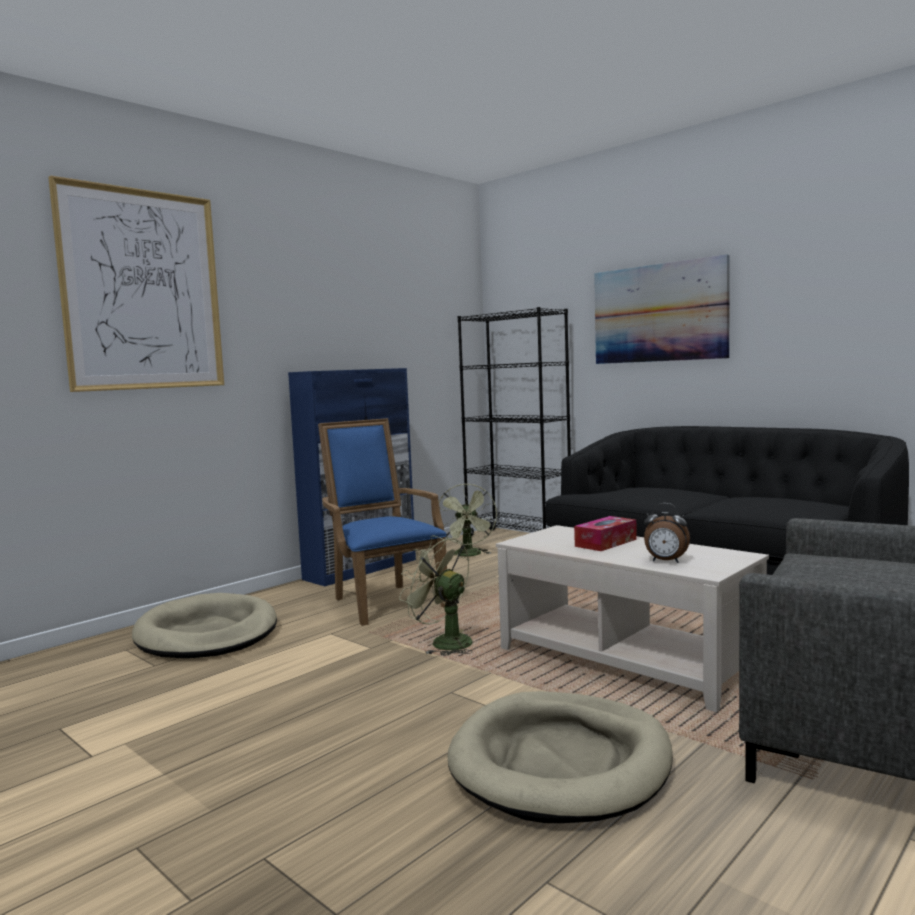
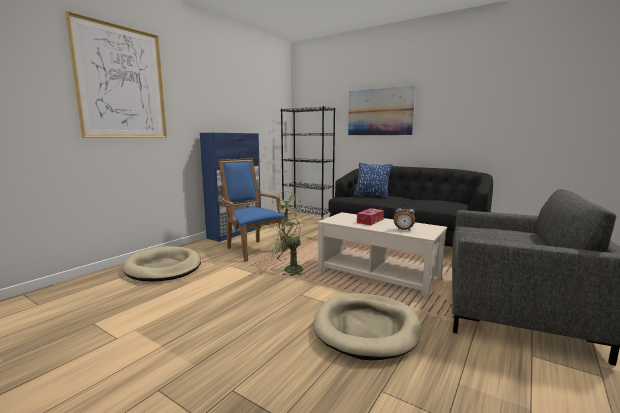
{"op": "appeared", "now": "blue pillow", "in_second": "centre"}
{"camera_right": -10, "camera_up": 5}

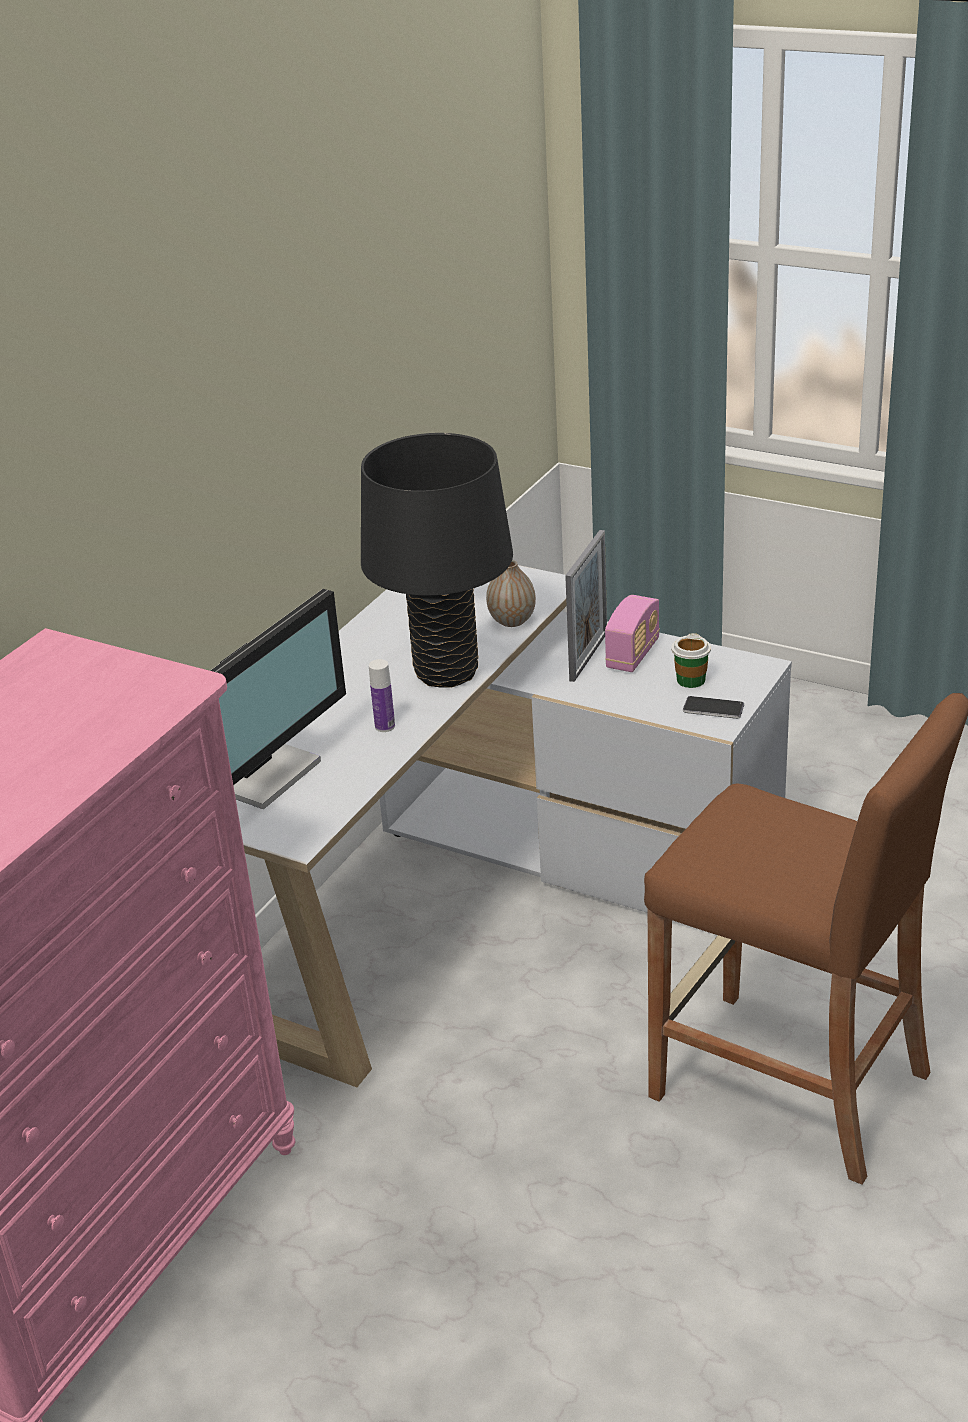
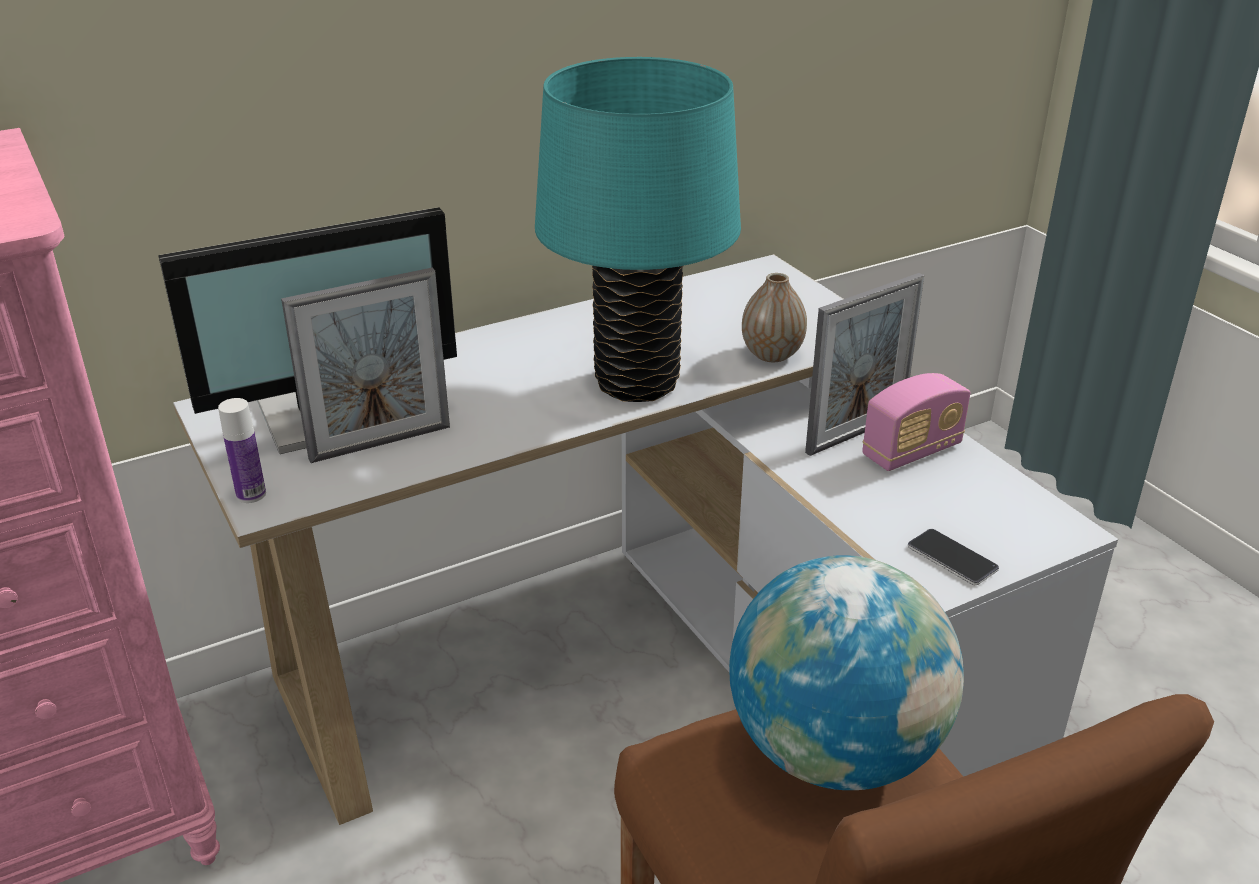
{"op": "relocated", "was": "bottle", "in_first": "centre", "in_second": "middle left"}
{"op": "appeared", "now": "picture frame (no. 1 from left)", "in_second": "middle left"}
{"op": "colour", "was": "black table lamp", "now": "turquoise table lamp", "in_first": "centre", "in_second": "top centre"}
{"op": "appeared", "now": "globe", "in_second": "bottom right"}
{"op": "missing", "was": "cup", "in_first": "middle right"}
{"camera_right": 30, "camera_up": 0}

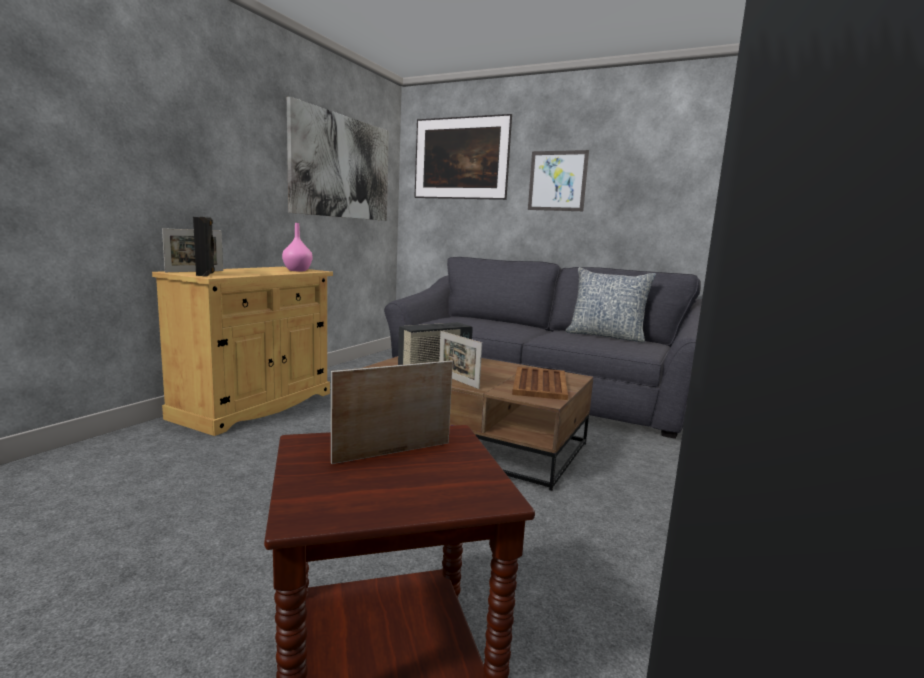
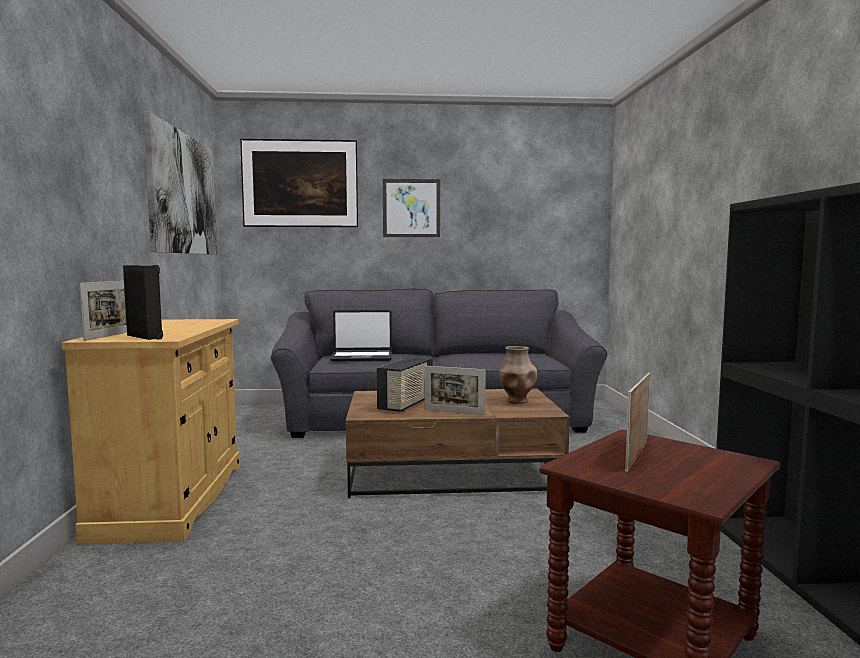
{"op": "appeared", "now": "laptop", "in_second": "centre"}
{"op": "exchanged", "was": "brown tray", "now": "brown vase", "in_first": "centre", "in_second": "centre"}
{"op": "missing", "was": "pink vase", "in_first": "middle left"}
{"op": "missing", "was": "pillow", "in_first": "centre"}
{"camera_right": -30, "camera_up": -5}

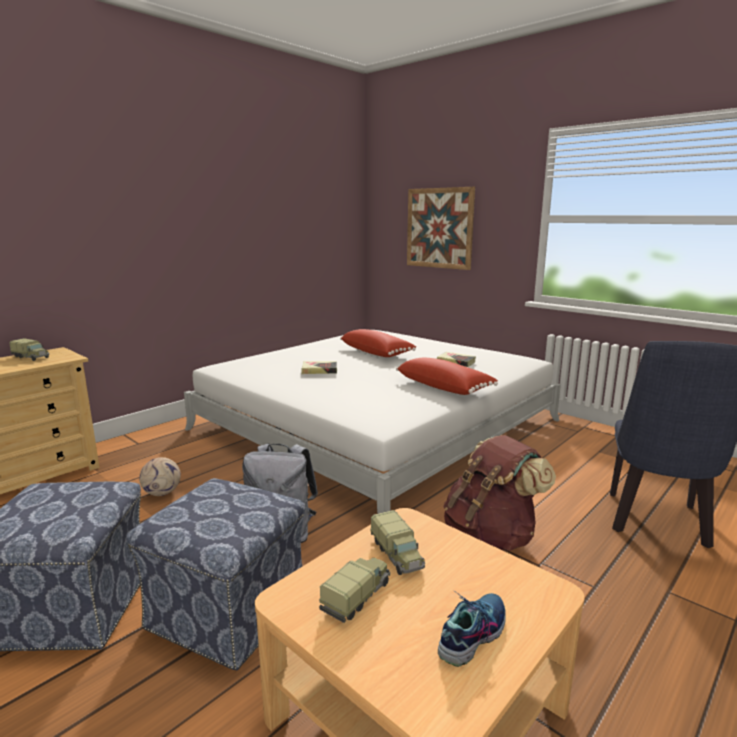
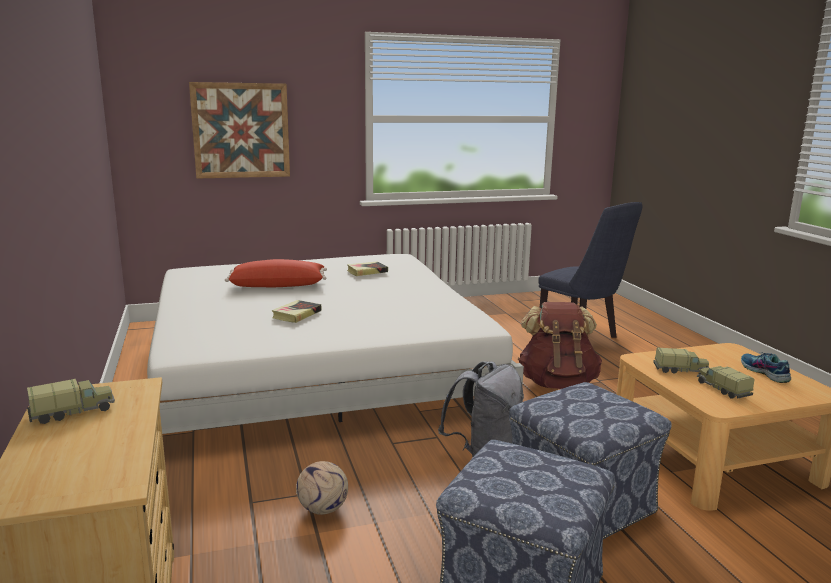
{"op": "missing", "was": "red pillow (no. 2 from left)", "in_first": "centre"}
{"camera_right": -60, "camera_up": 0}

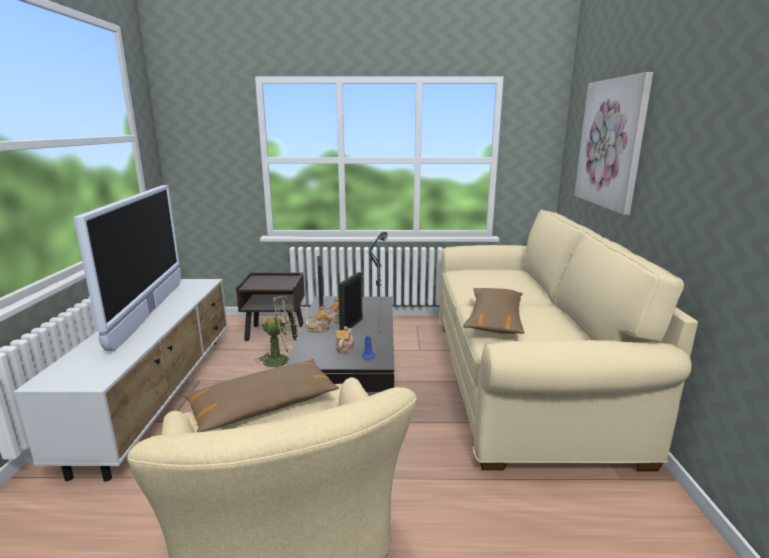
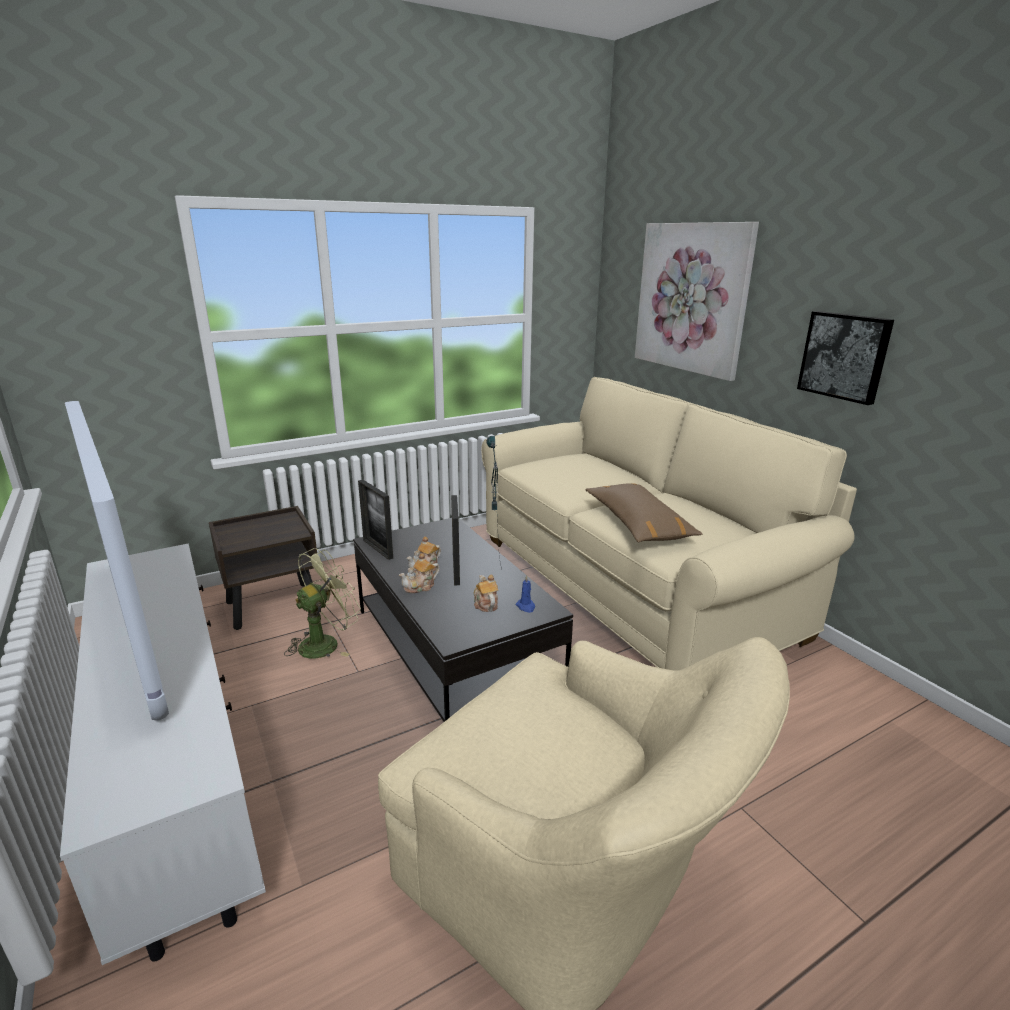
{"op": "appeared", "now": "picture (no. 2 from left)", "in_second": "middle right"}
{"op": "missing", "was": "brown pillow (no. 1 from left)", "in_first": "bottom centre"}
{"camera_right": -30, "camera_up": 5}

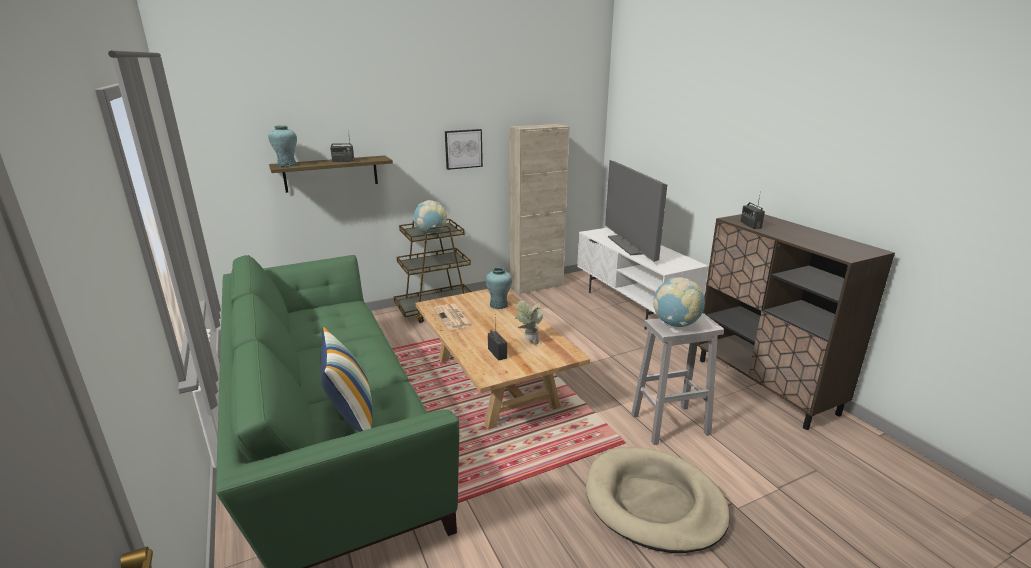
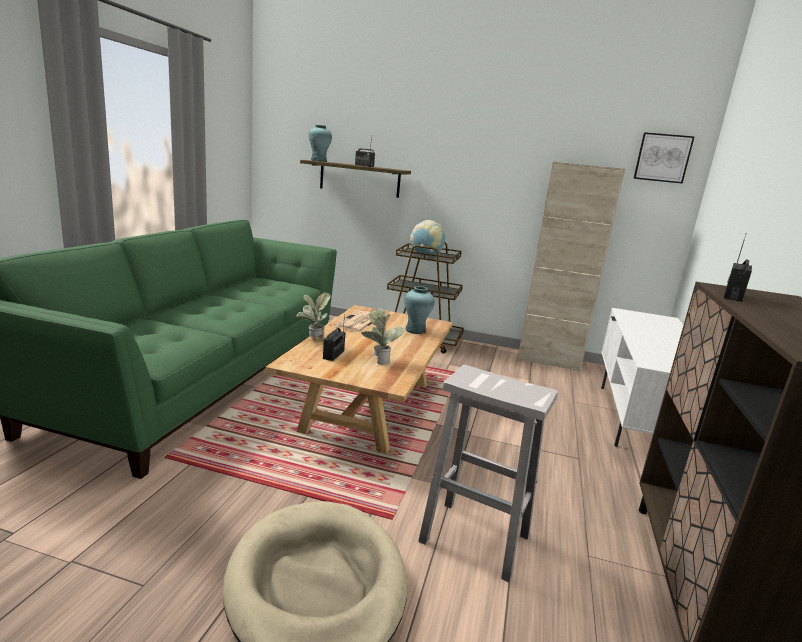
{"op": "appeared", "now": "potted plant (no. 1 from left)", "in_second": "centre"}
{"op": "relocated", "was": "picture", "in_first": "top centre", "in_second": "top right"}
{"op": "missing", "was": "pillow", "in_first": "bottom centre"}
{"op": "missing", "was": "television", "in_first": "centre"}
{"op": "missing", "was": "globe (no. 2 from left)", "in_first": "centre"}
{"camera_right": 40, "camera_up": -5}

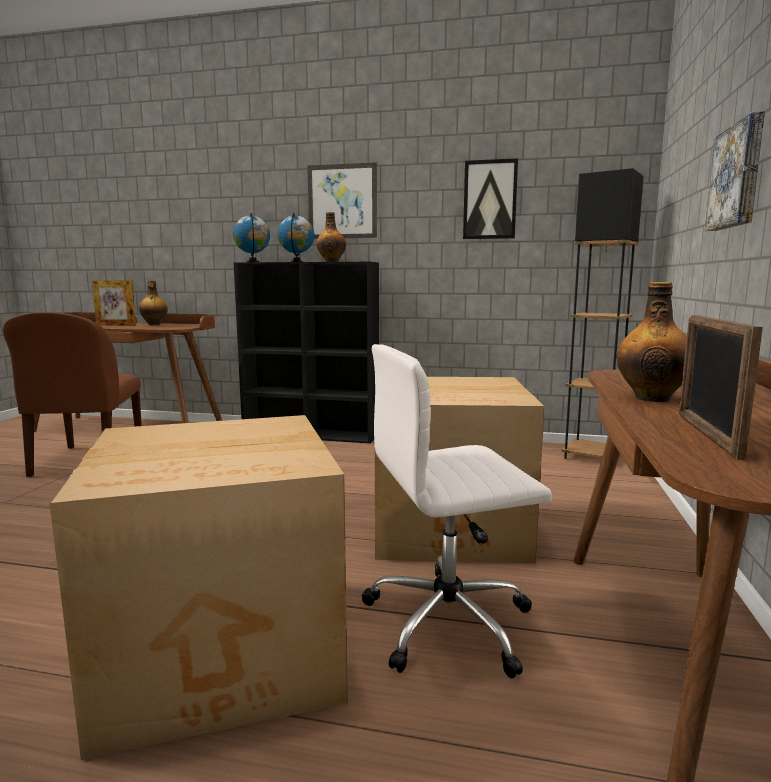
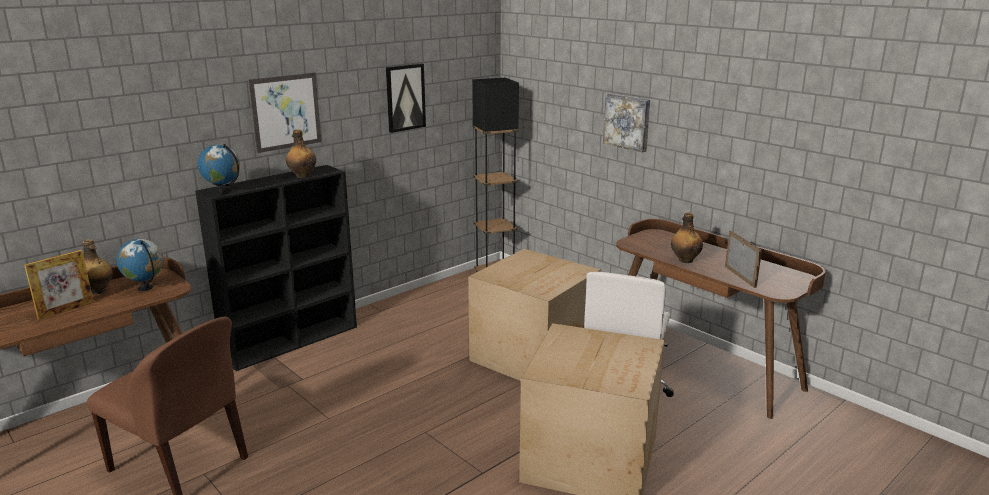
{"op": "relocated", "was": "globe (no. 2 from left in the first image)", "now": "globe (no. 1 from left)", "in_first": "top centre", "in_second": "middle left"}
{"op": "spun", "was": "picture frame (no. 2 from left)", "in_first": "middle right", "in_second": "middle right", "clockwise": -150}
{"camera_right": -55, "camera_up": 10}

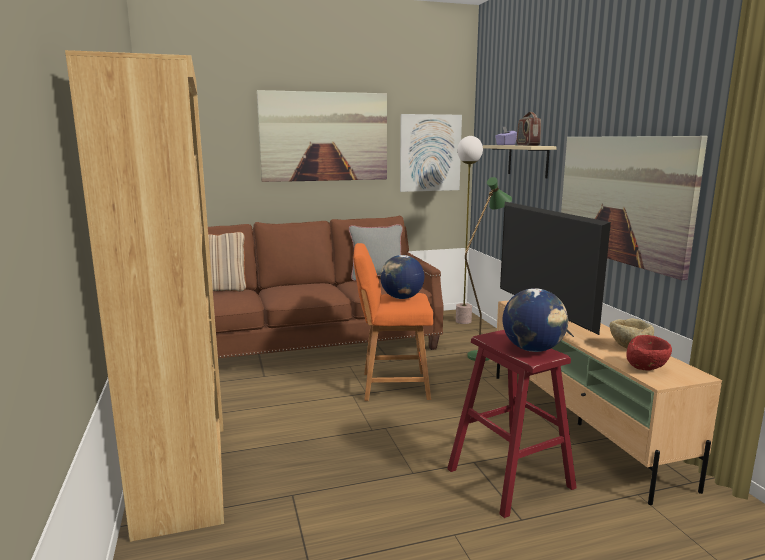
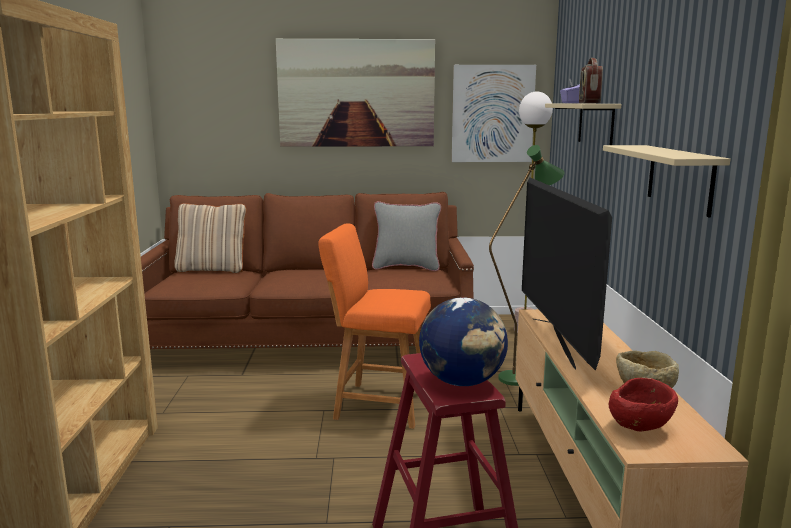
{"op": "exchanged", "was": "picture (no. 3 from left)", "now": "beige shelf (no. 2 from left)", "in_first": "middle right", "in_second": "middle right"}
{"op": "missing", "was": "globe (no. 1 from left)", "in_first": "centre"}
{"camera_right": 15, "camera_up": 0}

